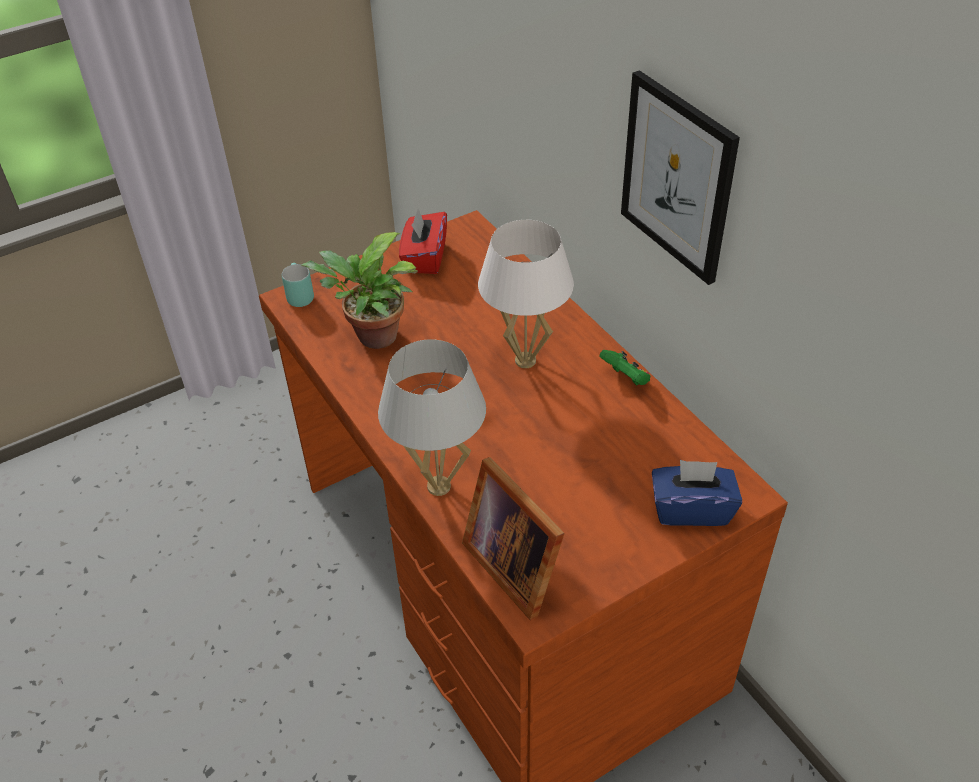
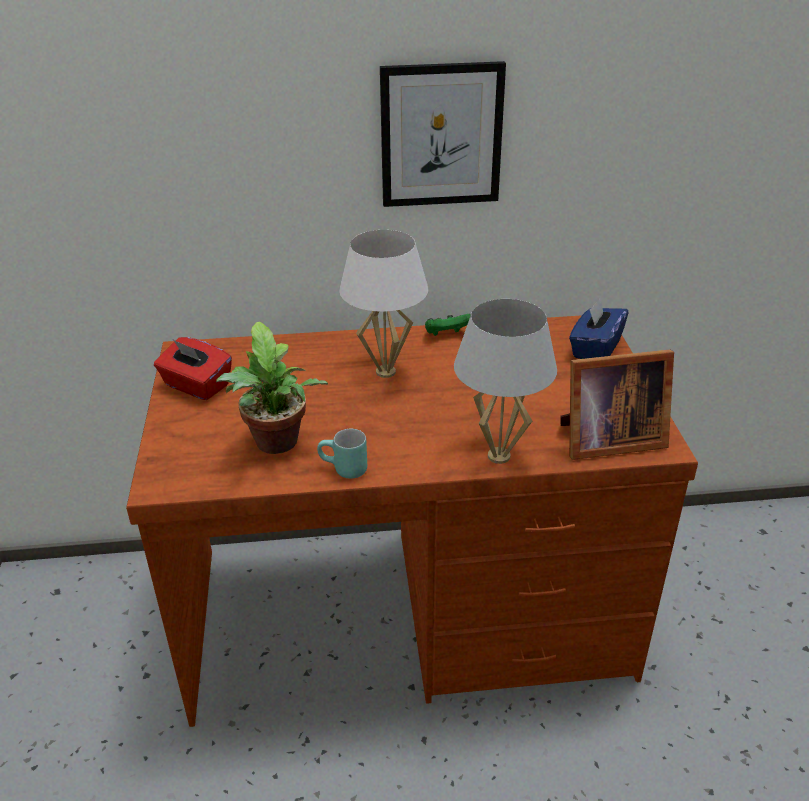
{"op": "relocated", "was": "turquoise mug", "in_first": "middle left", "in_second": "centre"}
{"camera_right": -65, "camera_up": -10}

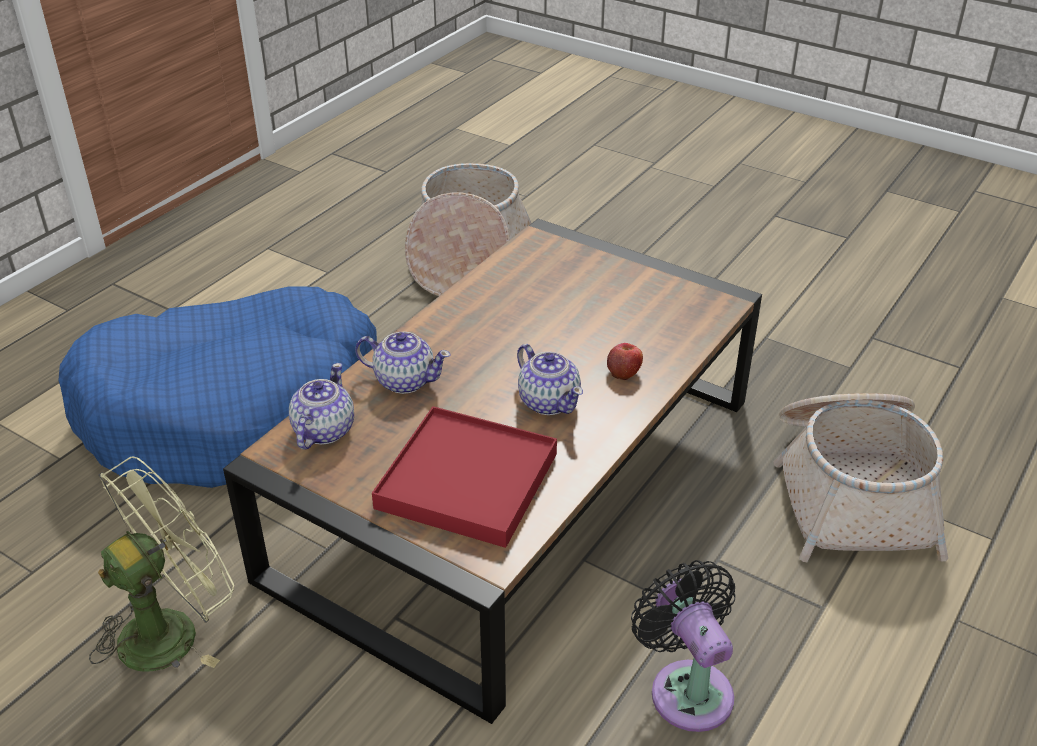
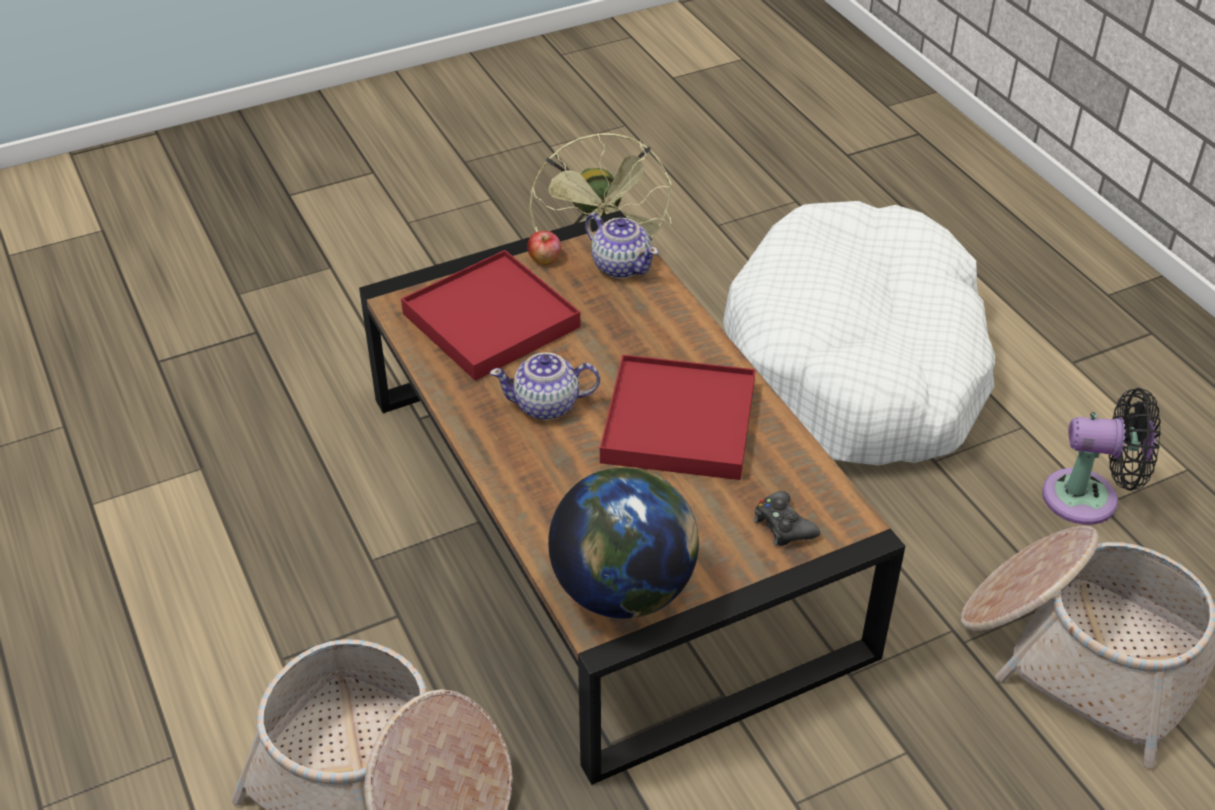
{"op": "relocated", "was": "apple", "in_first": "centre", "in_second": "top centre"}
{"op": "appeared", "now": "globe", "in_second": "bottom centre"}
{"op": "appeared", "now": "red tray (no. 2 from left)", "in_second": "centre"}
{"op": "colour", "was": "blue dog bed", "now": "white dog bed", "in_first": "middle left", "in_second": "middle right"}
{"op": "appeared", "now": "black game controller", "in_second": "centre"}
{"op": "relocated", "was": "black fan", "in_first": "bottom centre", "in_second": "middle right"}
{"op": "missing", "was": "teapot (no. 2 from left)", "in_first": "centre"}
{"camera_right": 120, "camera_up": 5}

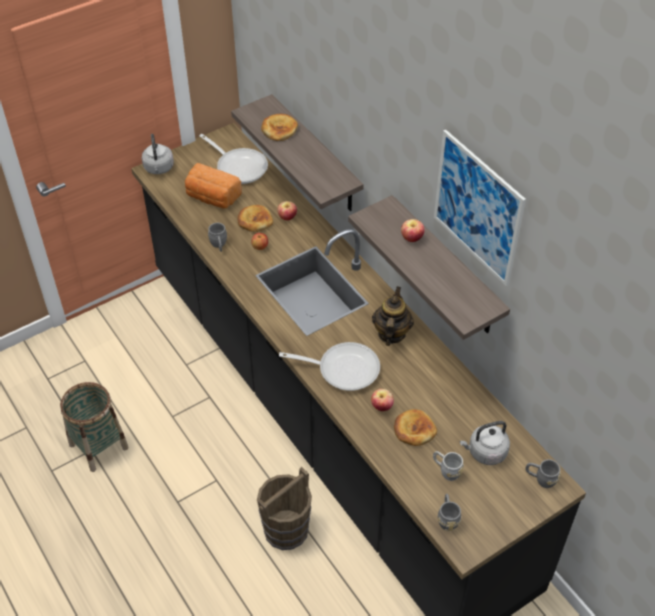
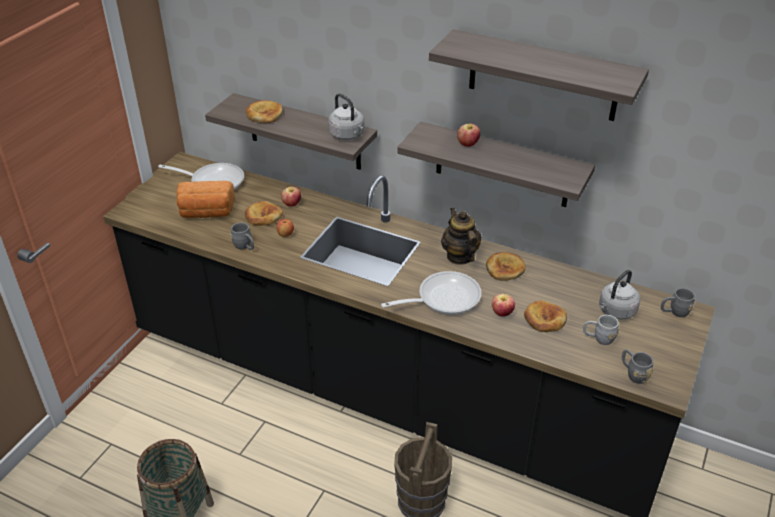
{"op": "relocated", "was": "grey kettle (no. 1 from left)", "in_first": "top left", "in_second": "top centre"}
{"op": "exchanged", "was": "picture", "now": "shelf (no. 3 from left)", "in_first": "middle right", "in_second": "top right"}
{"op": "appeared", "now": "bread (no. 4 from left)", "in_second": "centre"}
{"camera_right": -30, "camera_up": -10}

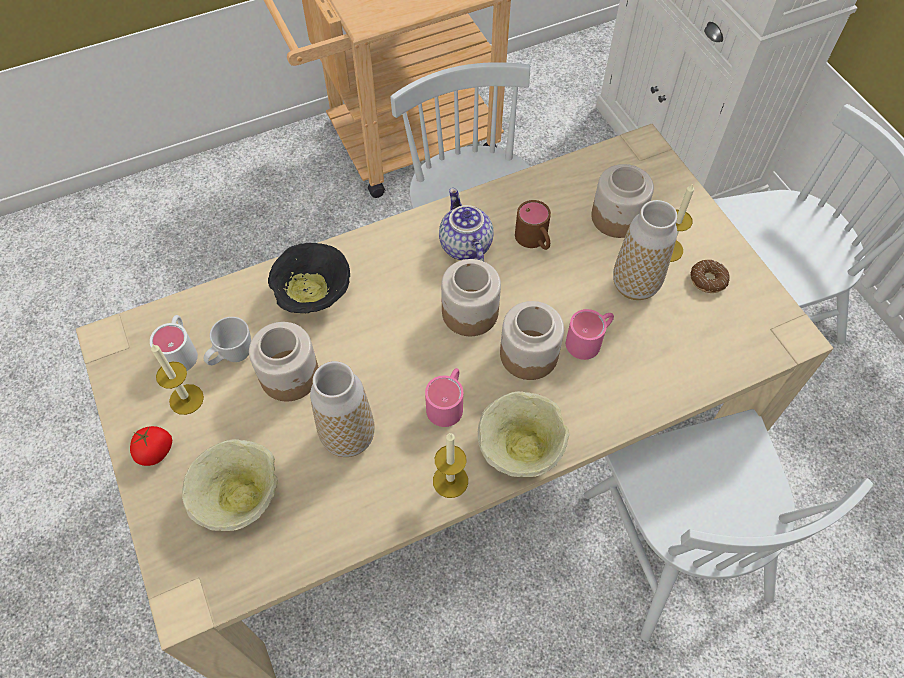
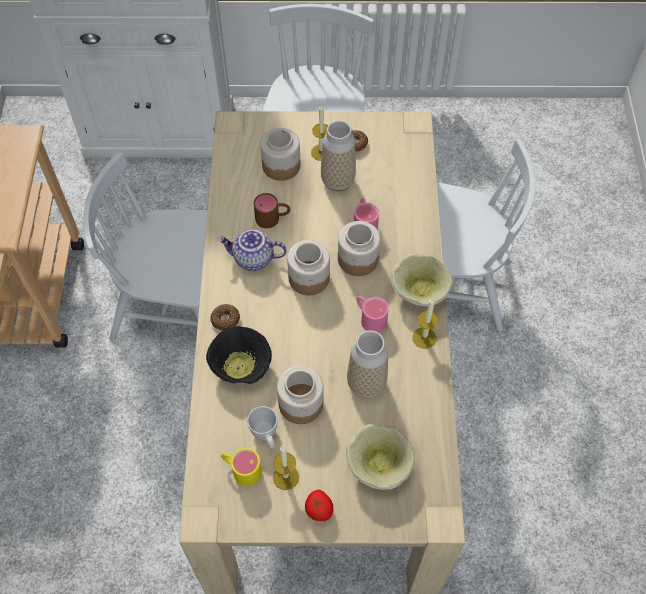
{"op": "appeared", "now": "donut (no. 1 from left)", "in_second": "centre"}
{"op": "colour", "was": "white mug (no. 1 from left)", "now": "yellow mug", "in_first": "middle left", "in_second": "bottom centre"}
{"camera_right": -65, "camera_up": 0}

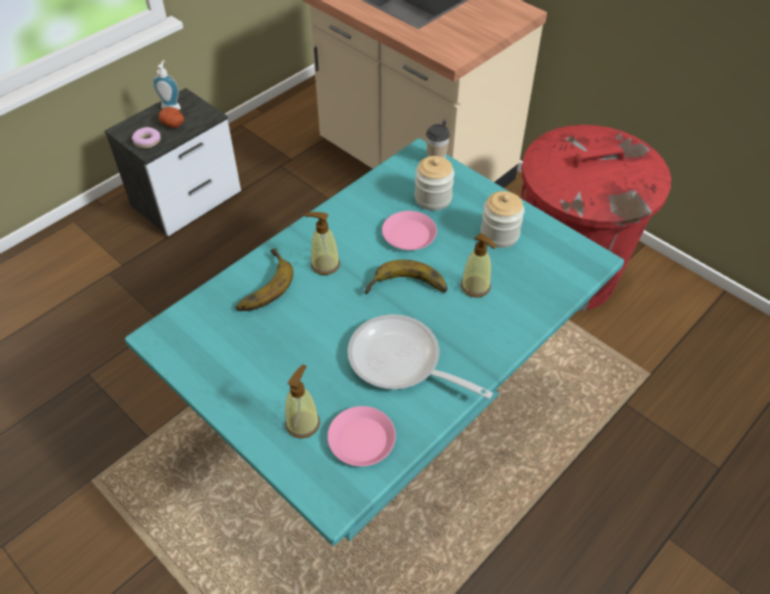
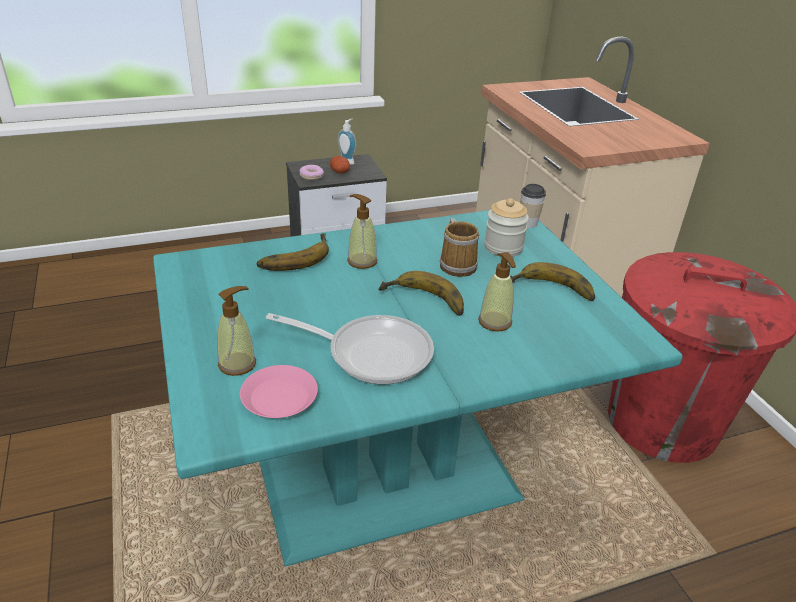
{"op": "spun", "was": "frying pan", "in_first": "centre", "in_second": "centre", "clockwise": 135}
{"op": "exchanged", "was": "pink plate (no. 2 from left)", "now": "mug", "in_first": "centre", "in_second": "centre"}
{"op": "exchanged", "was": "jar (no. 2 from left)", "now": "banana (no. 3 from left)", "in_first": "centre", "in_second": "middle right"}
{"camera_right": 25, "camera_up": -15}

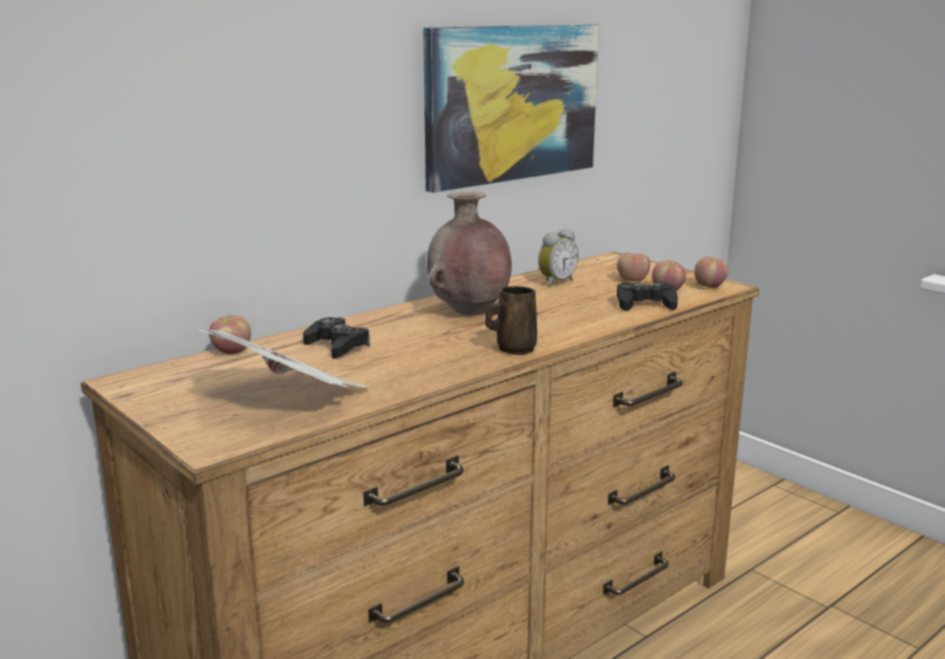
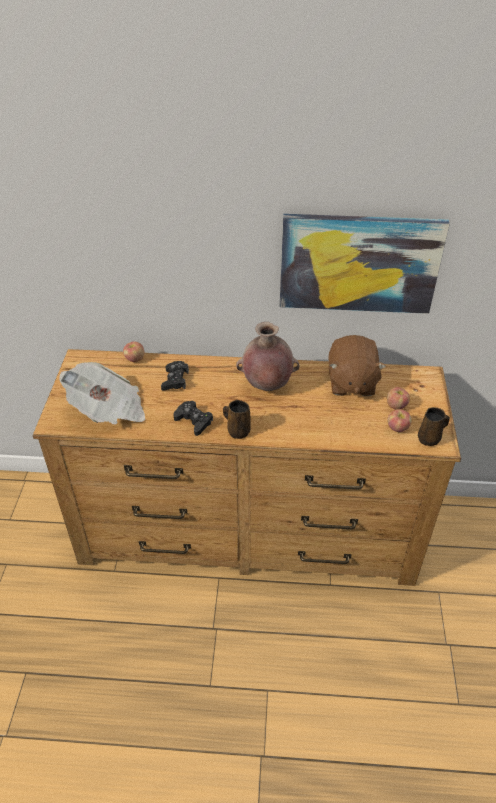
{"op": "relocated", "was": "black game controller (no. 2 from left)", "in_first": "middle right", "in_second": "centre"}
{"op": "exchanged", "was": "alarm clock", "now": "brown plush toy", "in_first": "centre", "in_second": "middle right"}
{"op": "exchanged", "was": "apple (no. 4 from left)", "now": "brown mug (no. 2 from left)", "in_first": "middle right", "in_second": "middle right"}
{"camera_right": 45, "camera_up": 25}

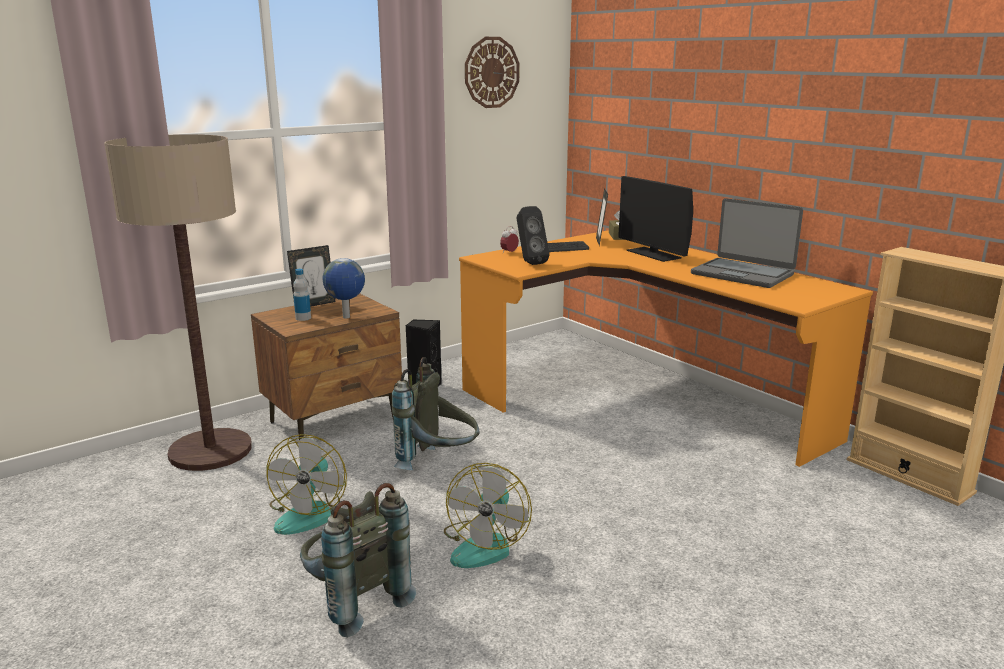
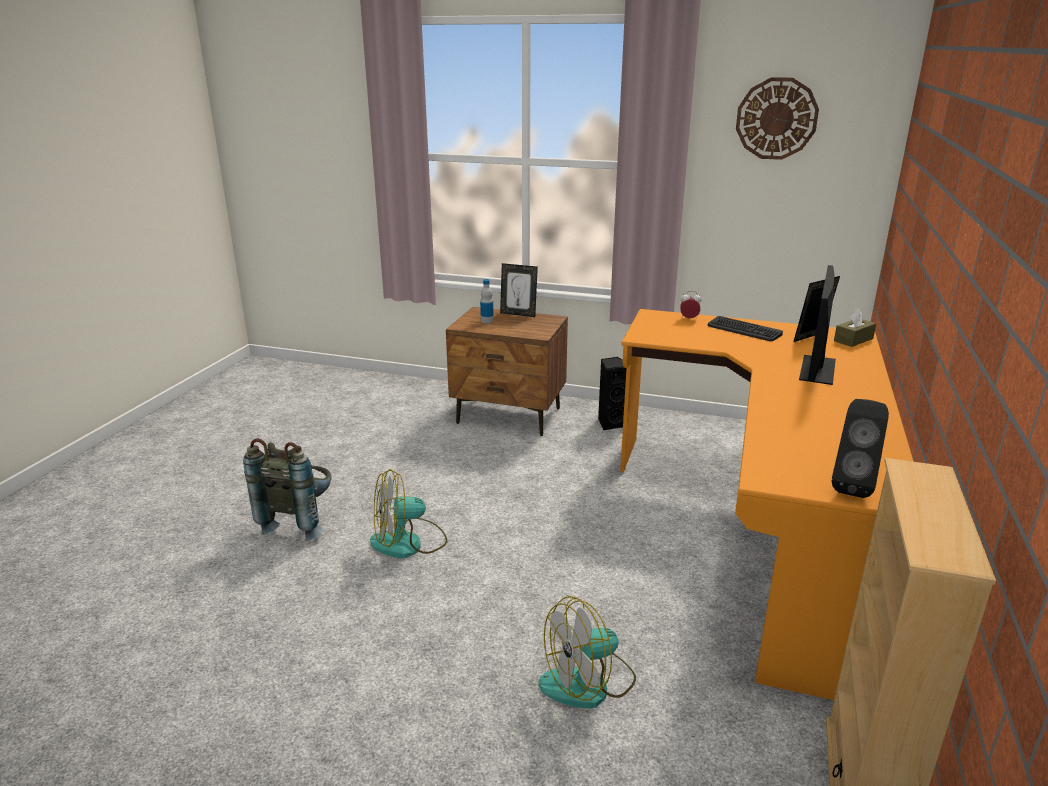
{"op": "relocated", "was": "fan (no. 1 from left in the first image)", "now": "fan (no. 2 from left)", "in_first": "bottom left", "in_second": "bottom centre"}
{"op": "relocated", "was": "black speaker (no. 2 from left)", "in_first": "centre", "in_second": "middle right"}
{"op": "missing", "was": "floor lamp", "in_first": "middle left"}
{"op": "missing", "was": "globe", "in_first": "centre"}
{"op": "missing", "was": "grey backpack (no. 2 from left)", "in_first": "centre"}
{"op": "missing", "was": "laptop", "in_first": "middle right"}
{"camera_right": 55, "camera_up": 5}

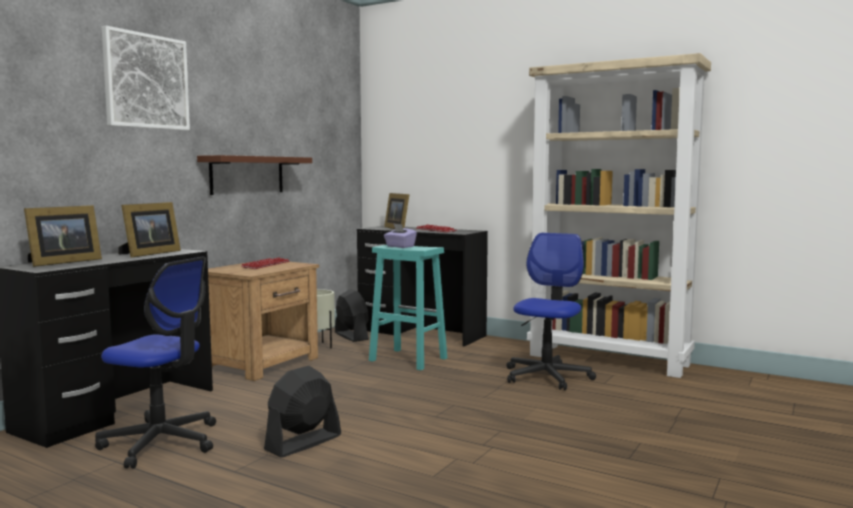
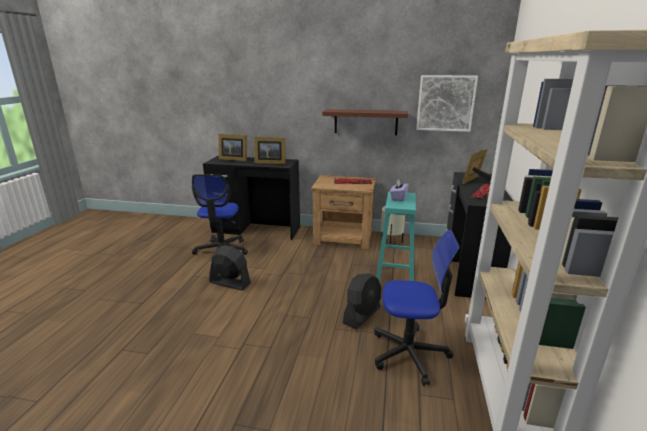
{"op": "relocated", "was": "black fan (no. 2 from left)", "in_first": "centre", "in_second": "bottom centre"}
{"op": "relocated", "was": "picture", "in_first": "top left", "in_second": "top right"}
{"camera_right": 70, "camera_up": 15}

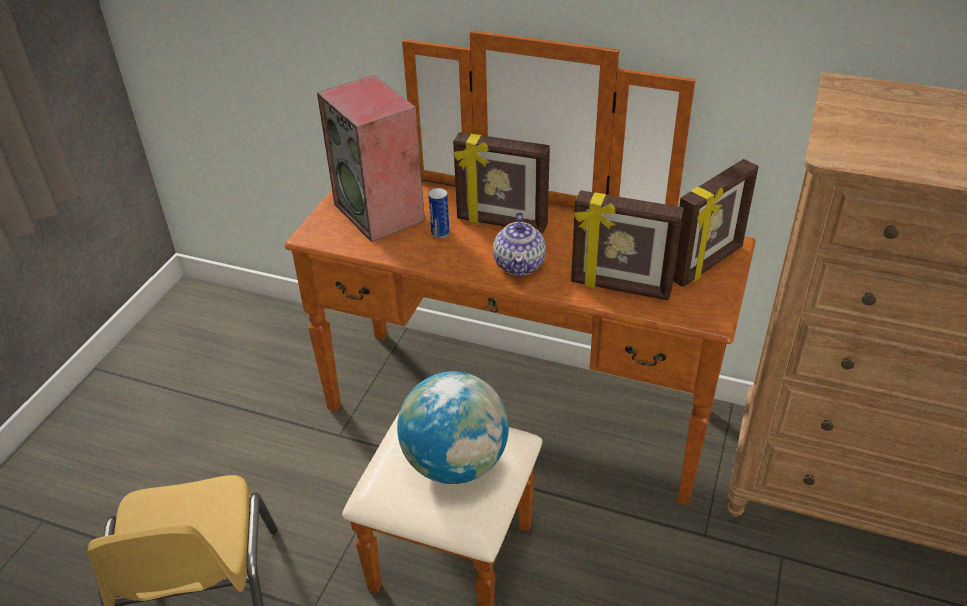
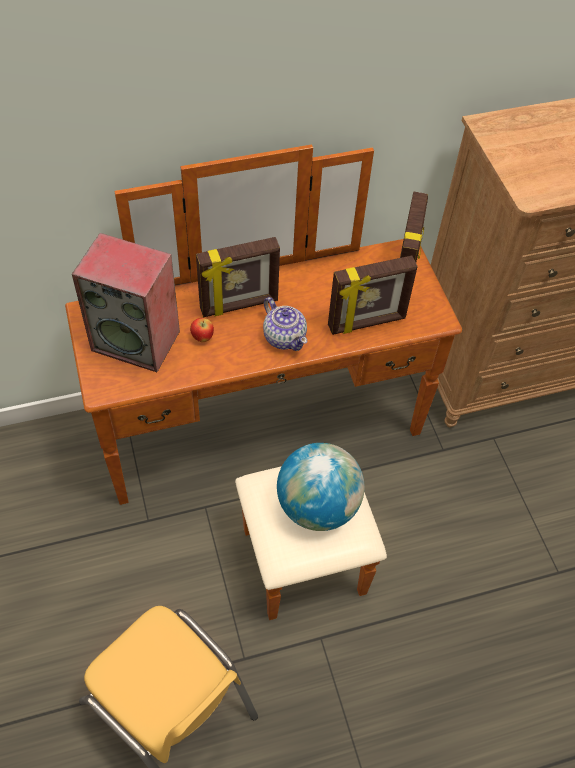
{"op": "exchanged", "was": "can", "now": "apple", "in_first": "centre", "in_second": "centre"}
{"camera_right": -40, "camera_up": 15}

